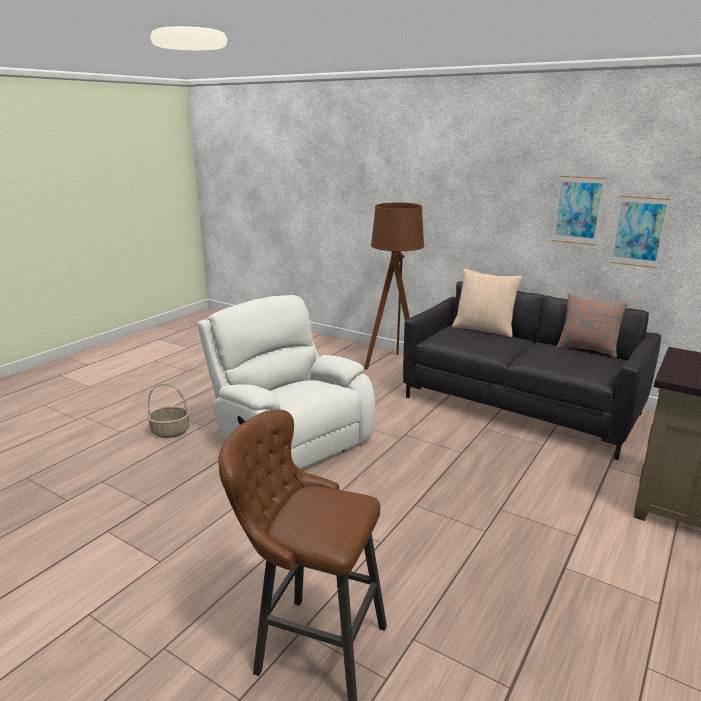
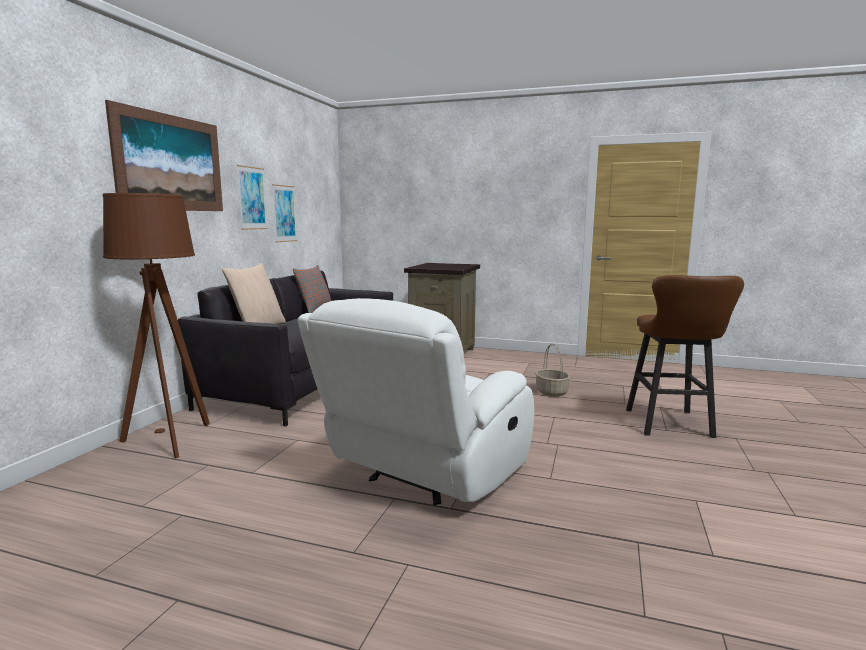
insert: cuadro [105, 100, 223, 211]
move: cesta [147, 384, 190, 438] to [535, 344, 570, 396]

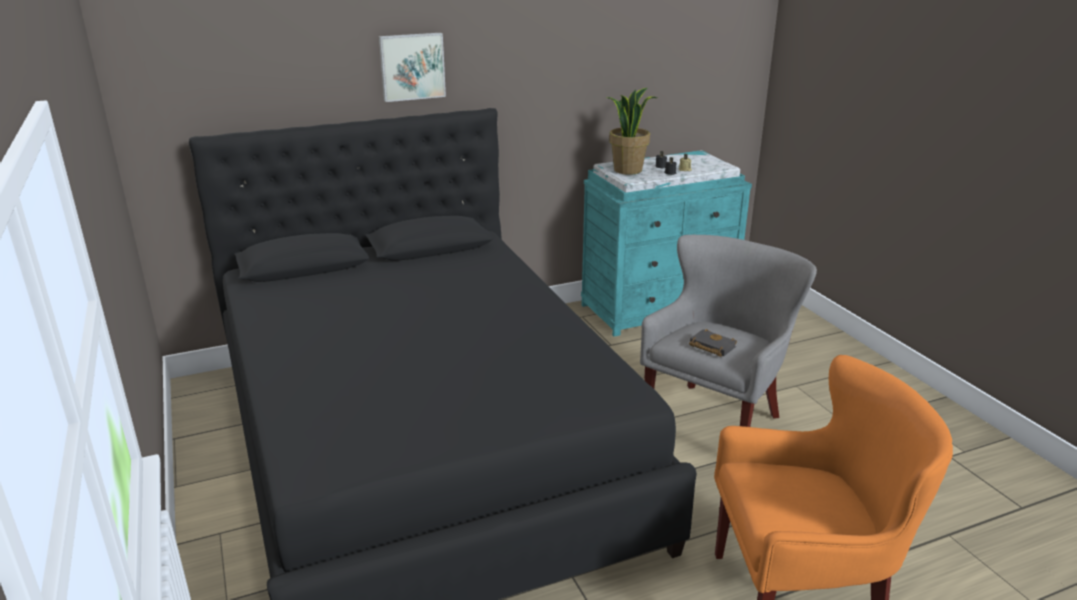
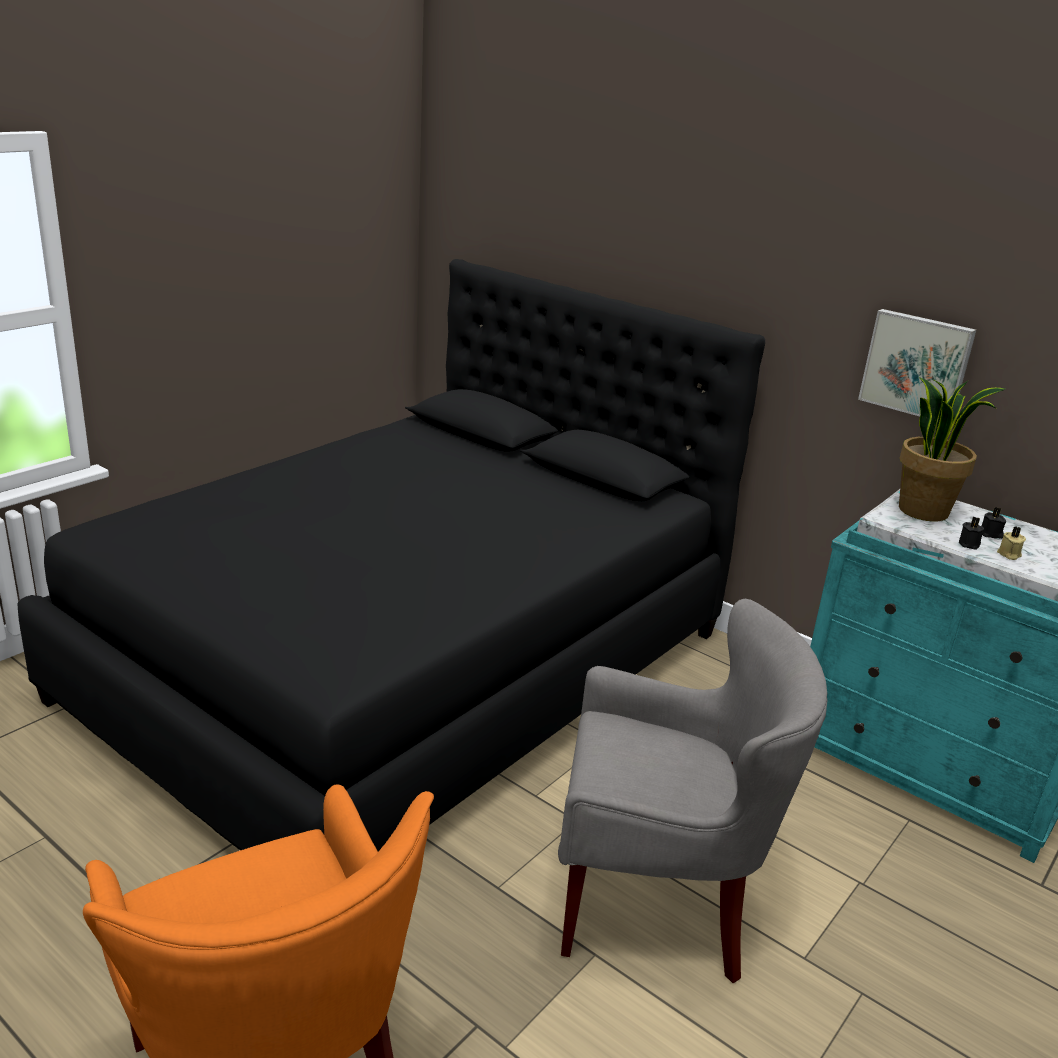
delete: libro [negro] [689, 329, 737, 357]
move: cuadro [379, 33, 446, 102] to [858, 309, 976, 421]

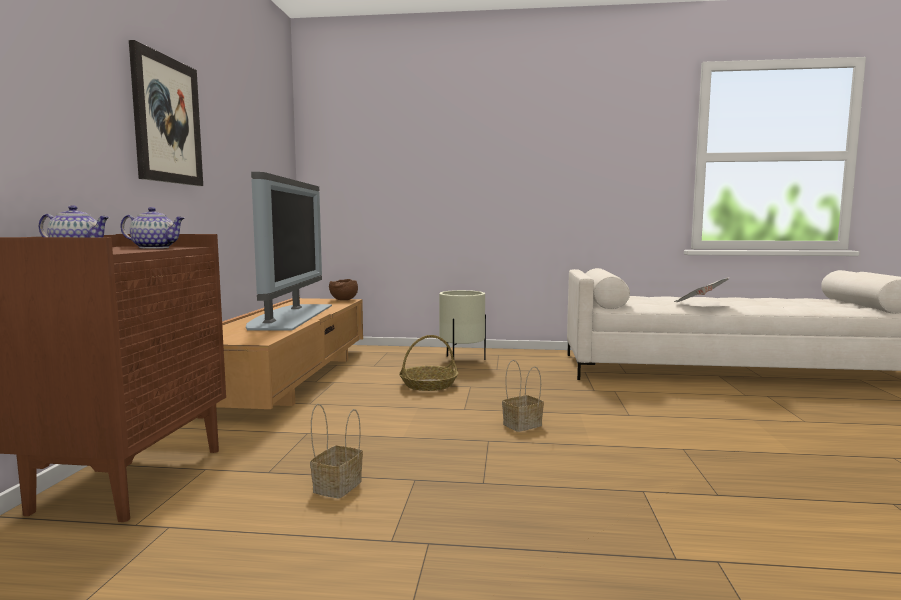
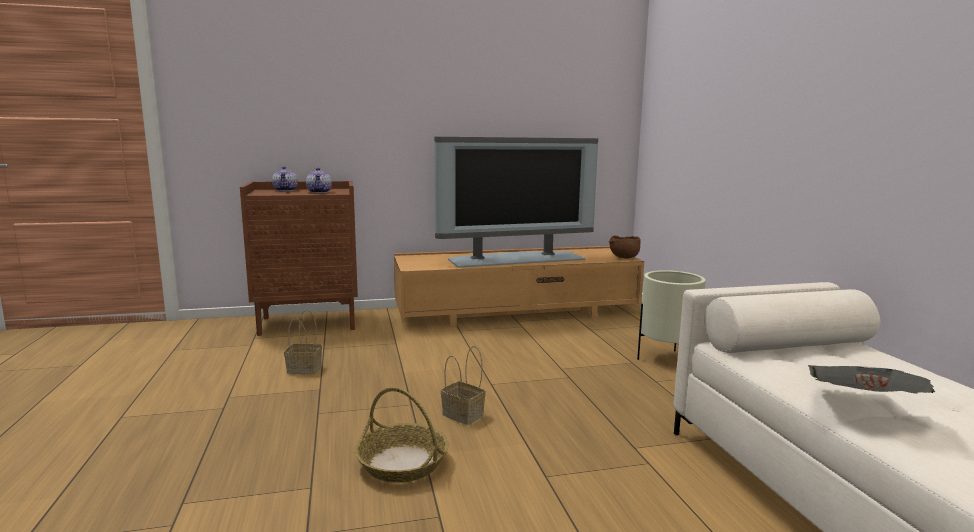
delete: cuadro [129, 40, 203, 186]
move: cesta [399, 335, 458, 391] to [354, 387, 449, 483]

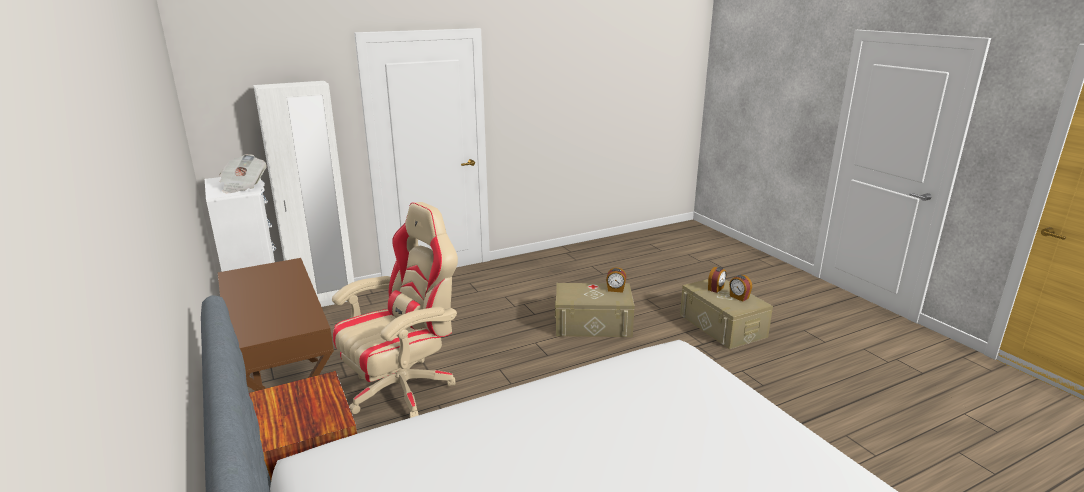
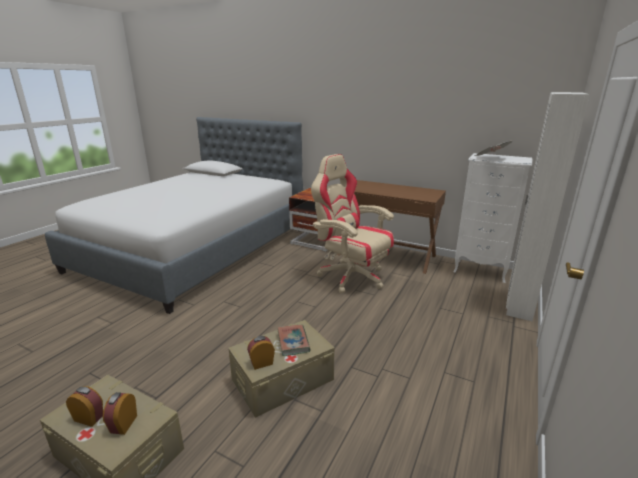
insert: libro [277, 325, 311, 356]
rotate: silla de oficina [beis] [332, 202, 458, 418] = [311, 154, 394, 293] 120 degrees clockwise

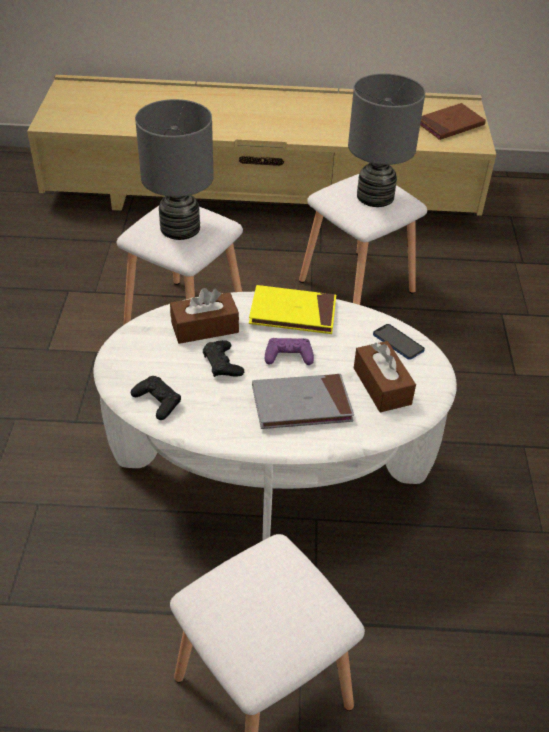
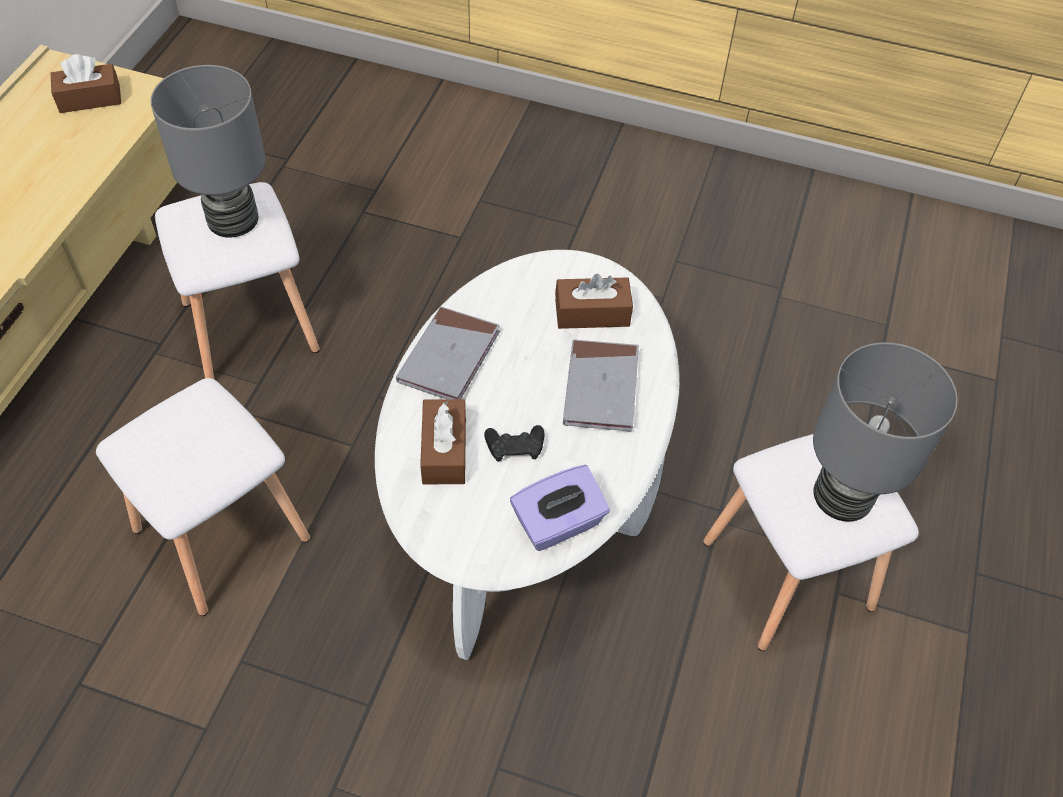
delete: móvil [373, 324, 425, 360]; mando de consola [morado] [265, 338, 314, 365]
move: lámpara de mesa [gris] [135, 99, 214, 240] to [813, 342, 958, 522]
replace: libro [marrón] [420, 103, 486, 140] to caja de pañuelos [marrón] [51, 54, 121, 113]; mando de consola [negro] [131, 376, 181, 420] to caja de pañuelos [morado] [510, 465, 610, 551]
recolor: libro [amarillo] [249, 285, 336, 334] to libro [gris] [396, 307, 500, 399]

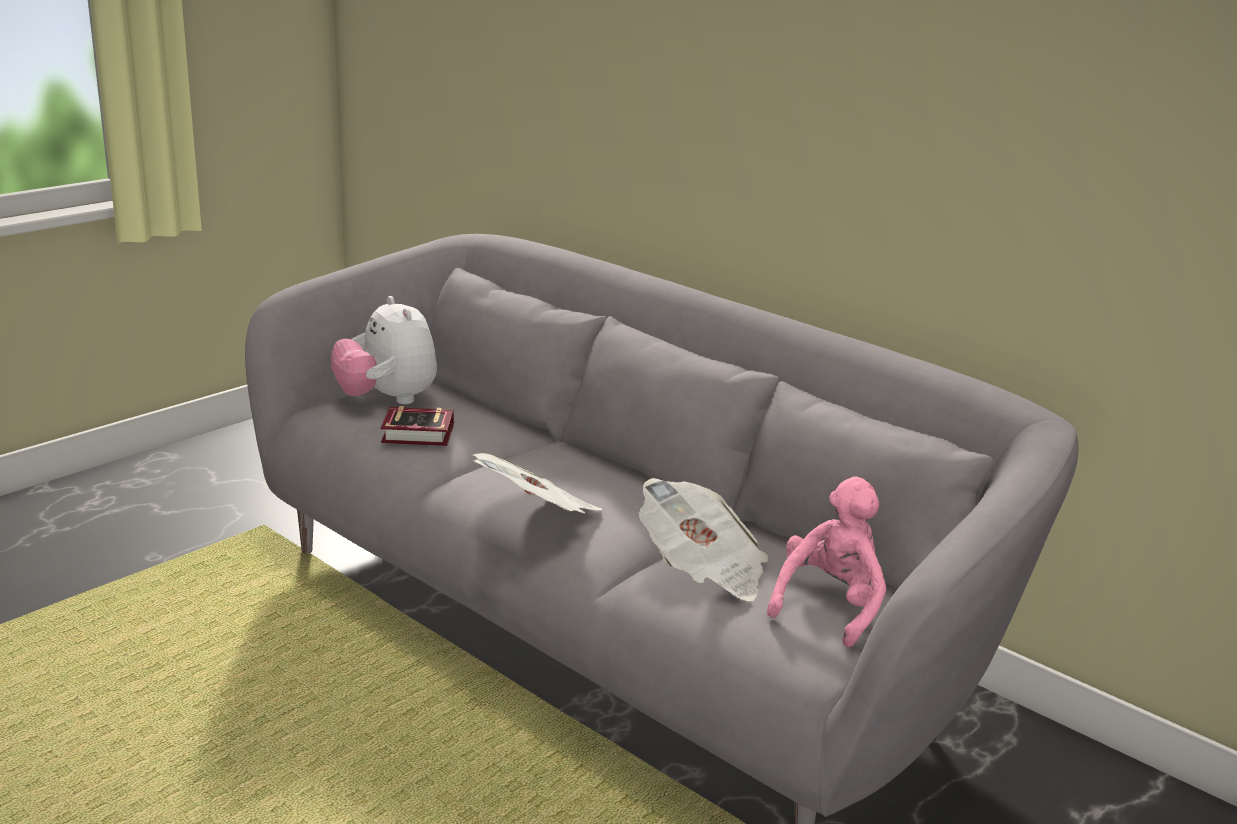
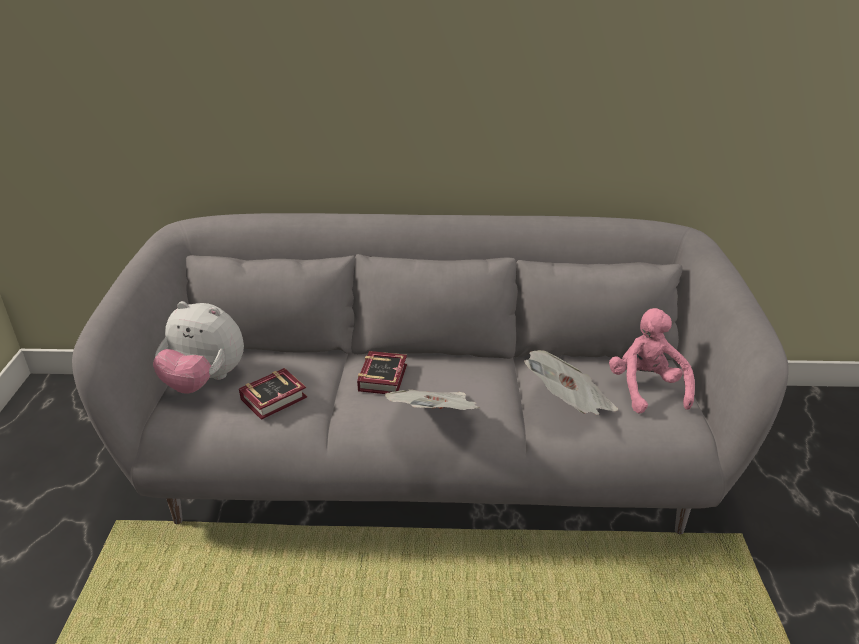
insert: libro [357, 351, 407, 394]

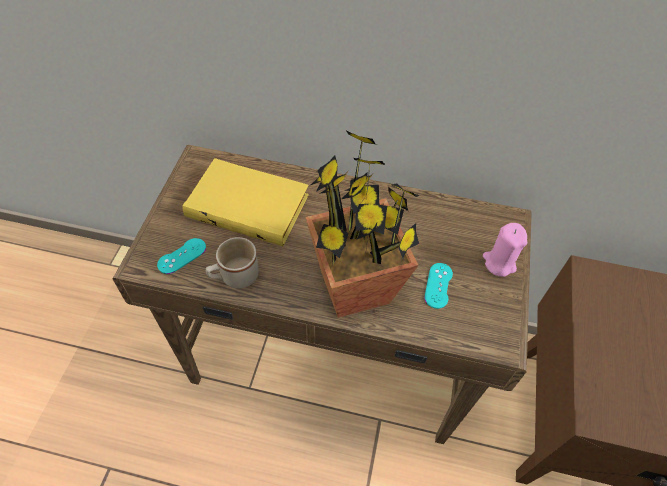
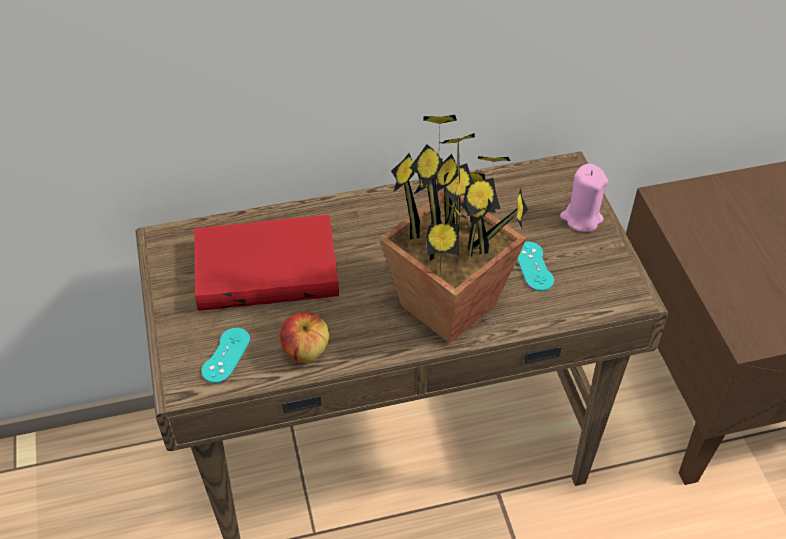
replace: taza grande [beis] [206, 237, 259, 288] to manzana [279, 312, 329, 363]
recolor: libro [amarillo] [182, 158, 309, 246] to libro [rojo] [194, 215, 339, 311]

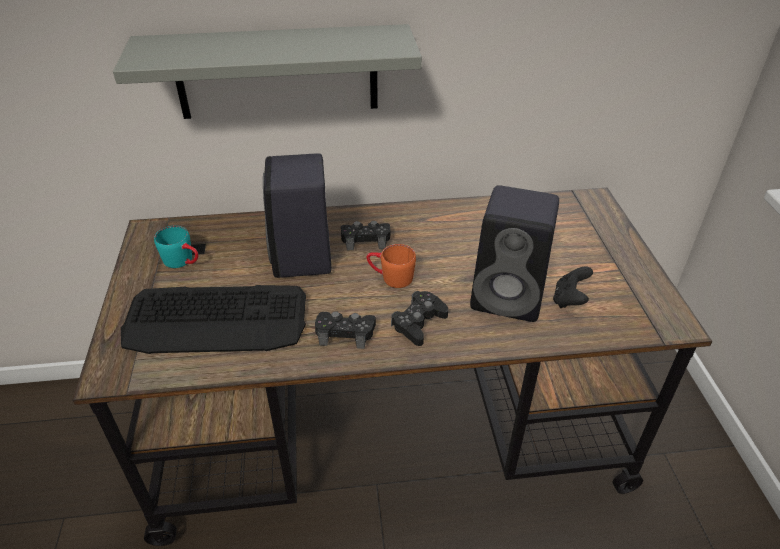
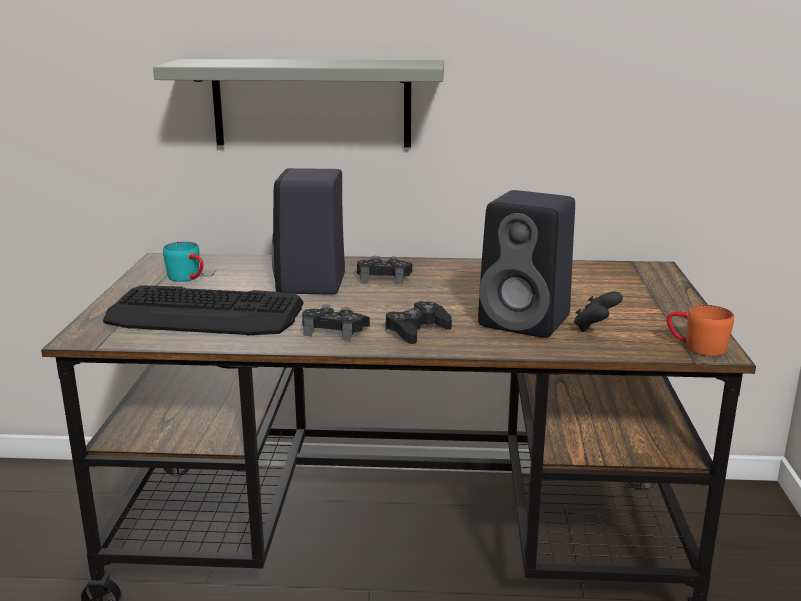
move: taza grande [naranja] [367, 244, 416, 288] to [667, 305, 734, 356]

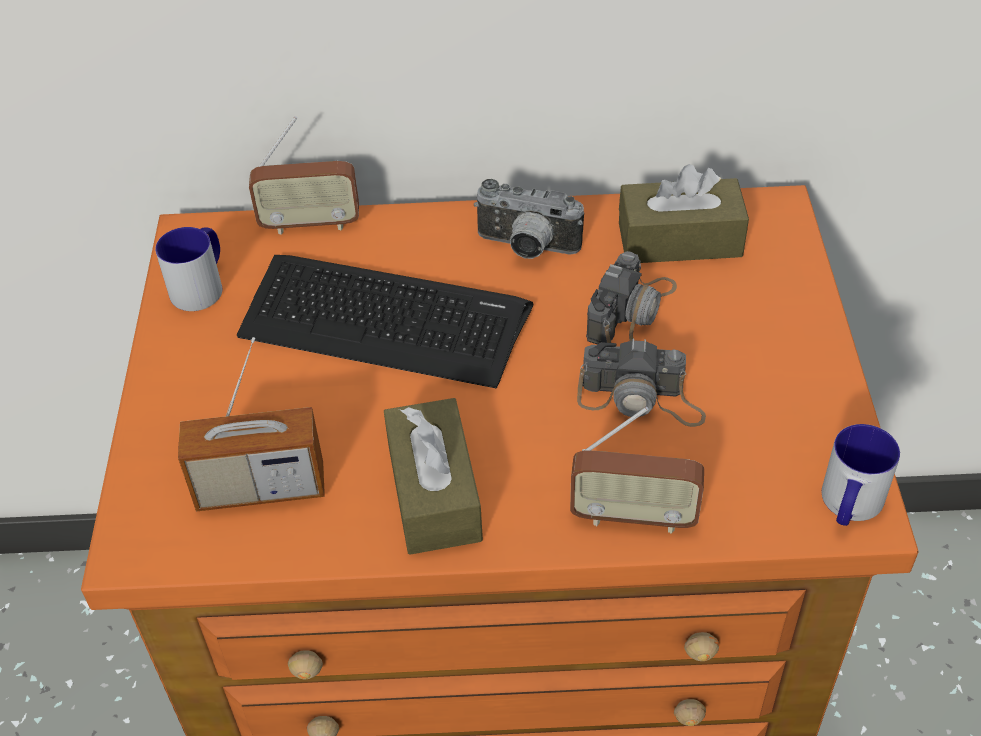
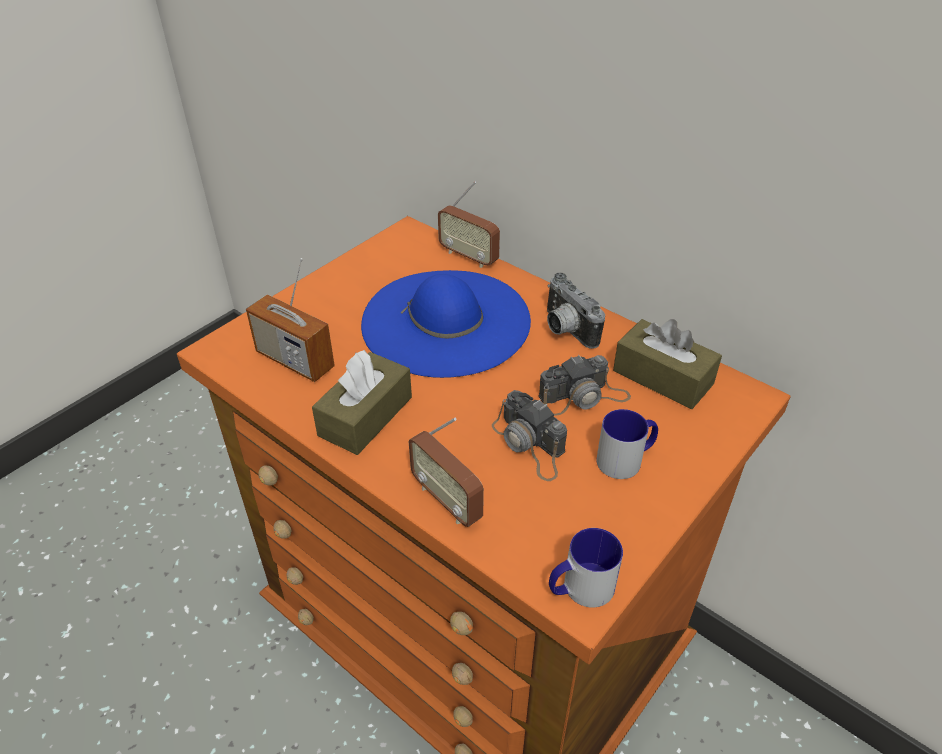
move: taza grande [155, 227, 222, 311] to [597, 409, 658, 479]
replace: teclado [237, 255, 533, 388] to sombrero [azul] [361, 270, 531, 378]

